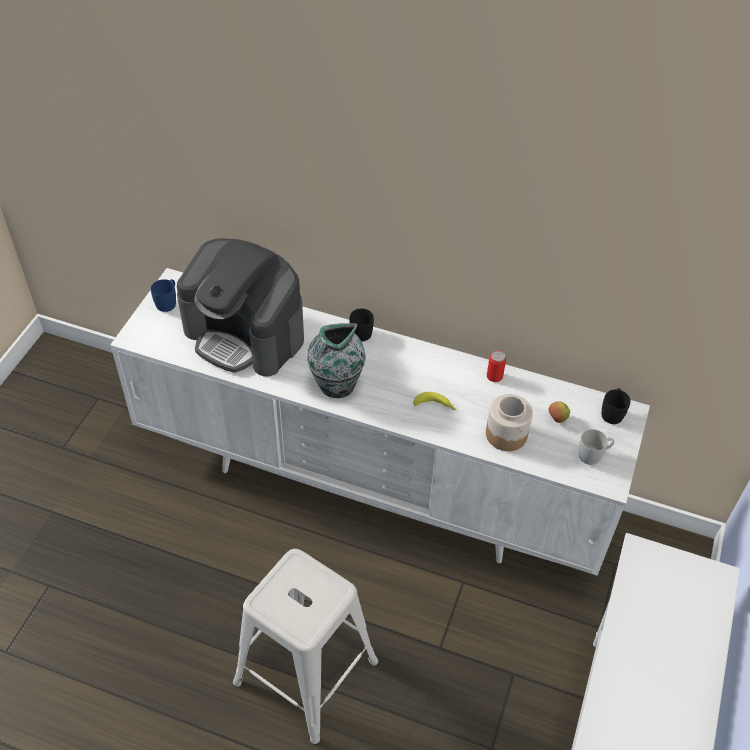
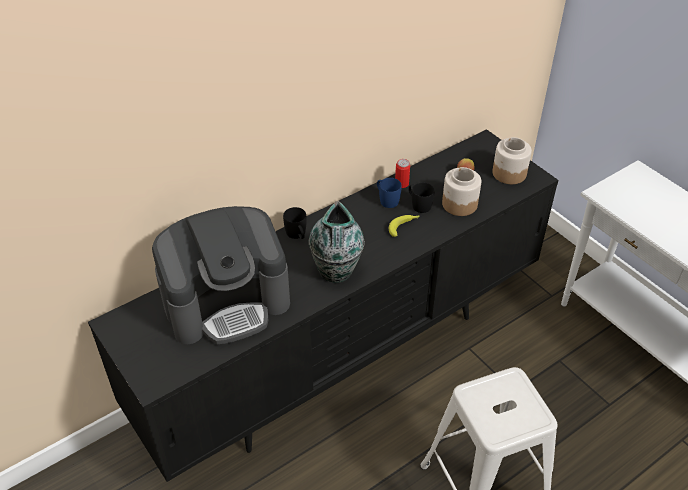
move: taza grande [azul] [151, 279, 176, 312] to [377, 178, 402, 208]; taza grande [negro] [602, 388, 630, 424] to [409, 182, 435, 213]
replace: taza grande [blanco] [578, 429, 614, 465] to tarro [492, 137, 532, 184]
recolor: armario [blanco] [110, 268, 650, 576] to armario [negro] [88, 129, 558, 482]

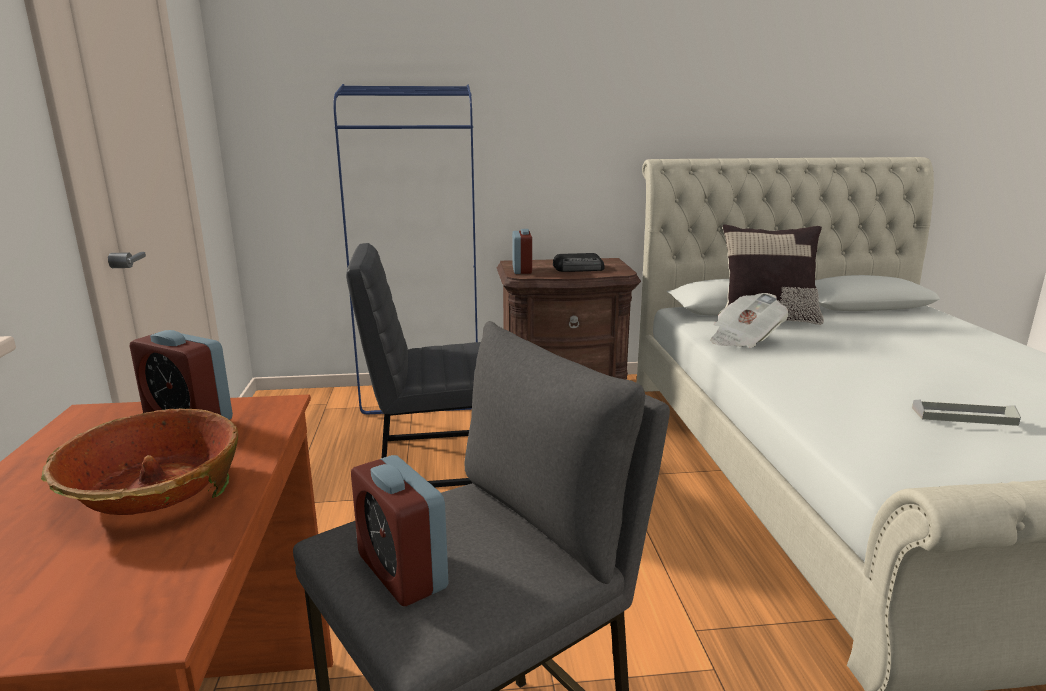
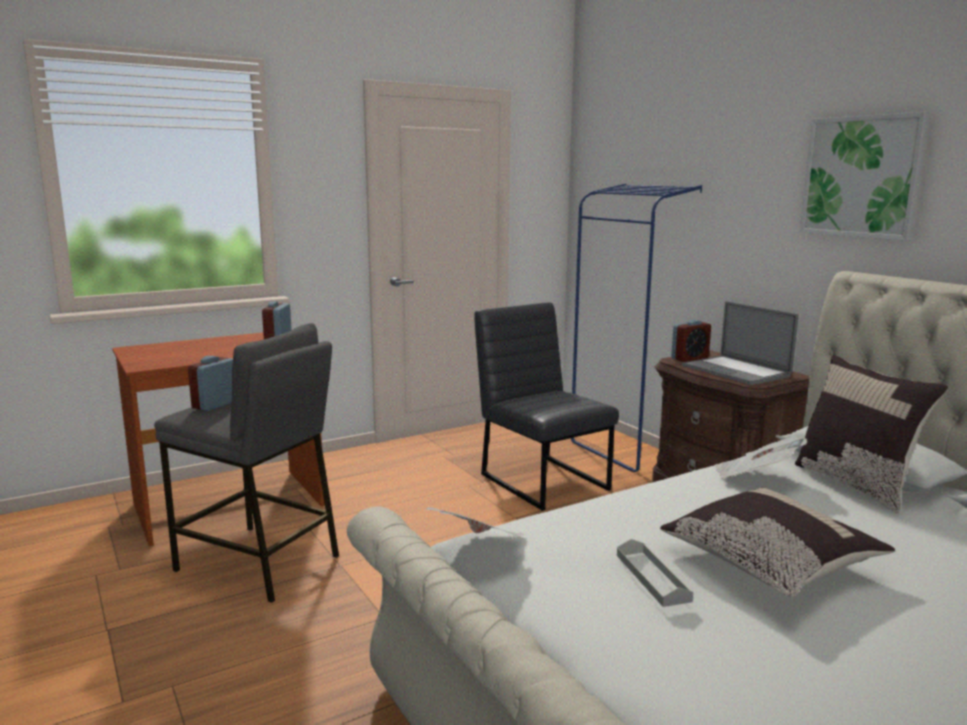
delete: cuenco [41, 408, 238, 515]
insert: cuadro [800, 112, 930, 241]; cojín [660, 488, 895, 597]; periódico [426, 507, 526, 539]
replace: radio [553, 253, 605, 272] to portátil [682, 301, 799, 385]

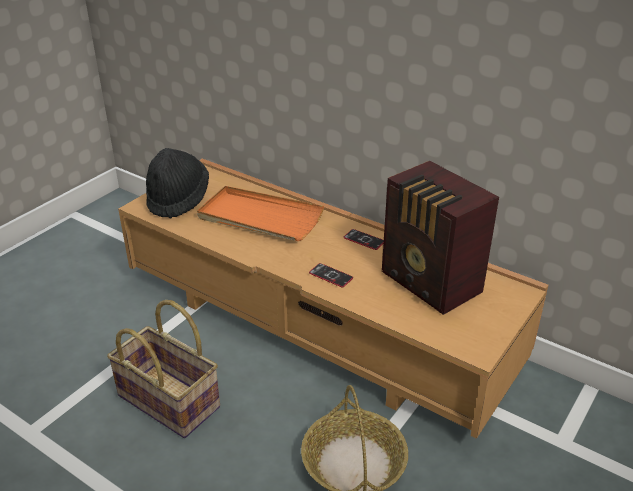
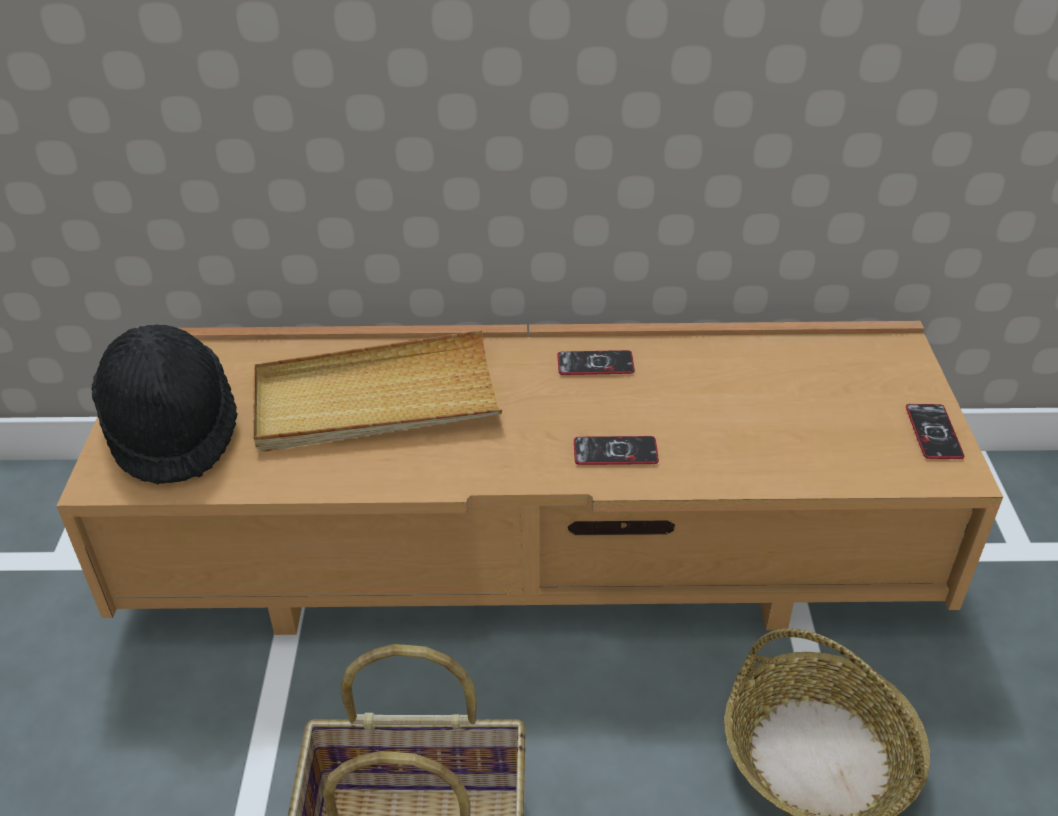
delete: radio [382, 161, 499, 315]
insert: móvil [906, 404, 964, 459]
recolor: bandeja [naranja] [197, 186, 324, 241] to bandeja [beis] [253, 330, 502, 452]

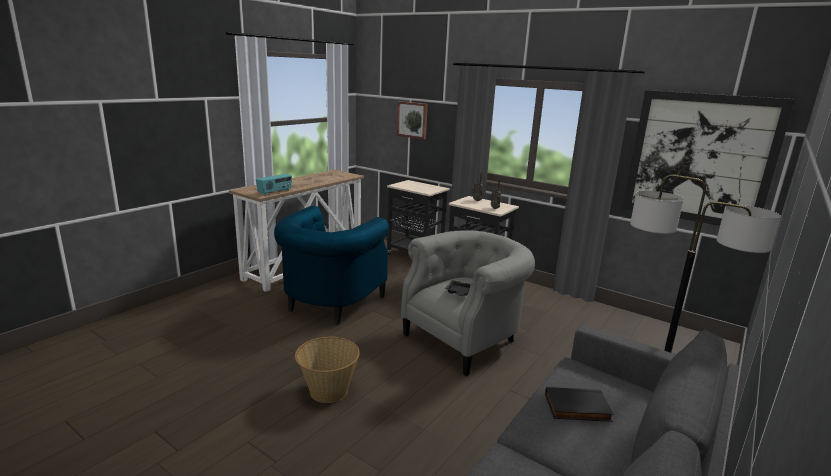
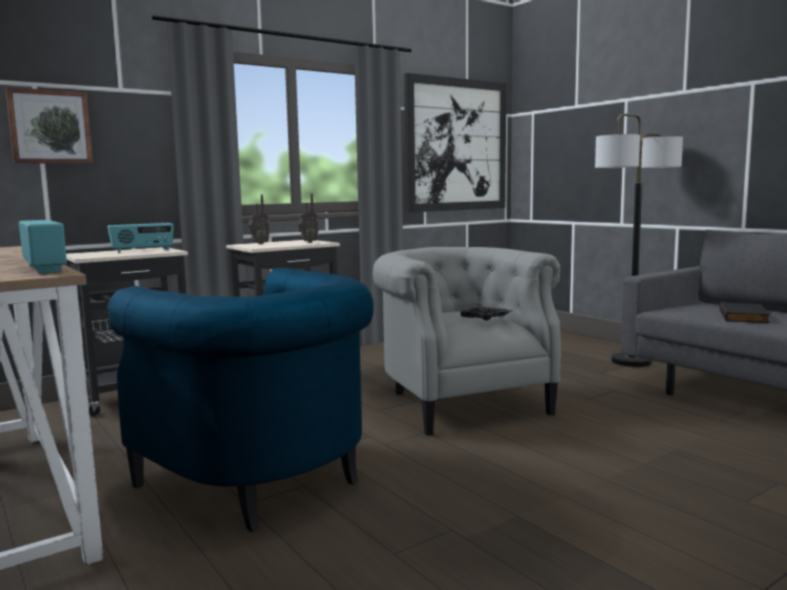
delete: cesta [295, 337, 360, 403]
insert: radio [107, 223, 174, 253]

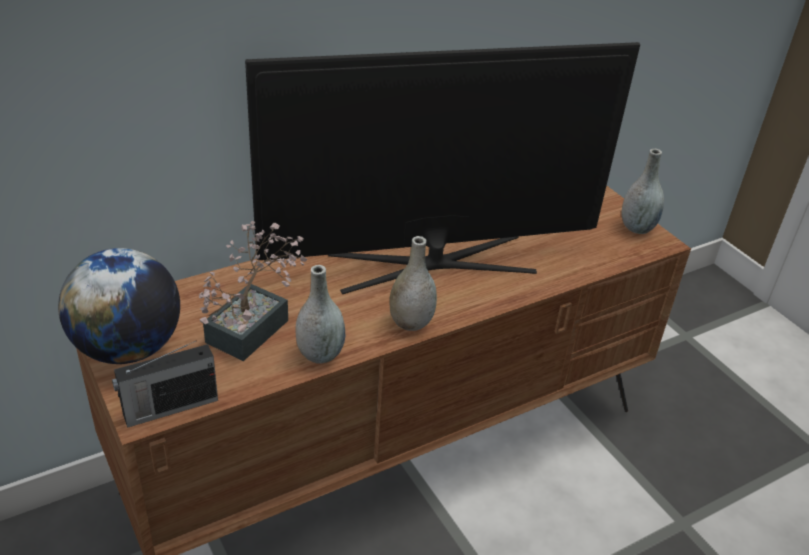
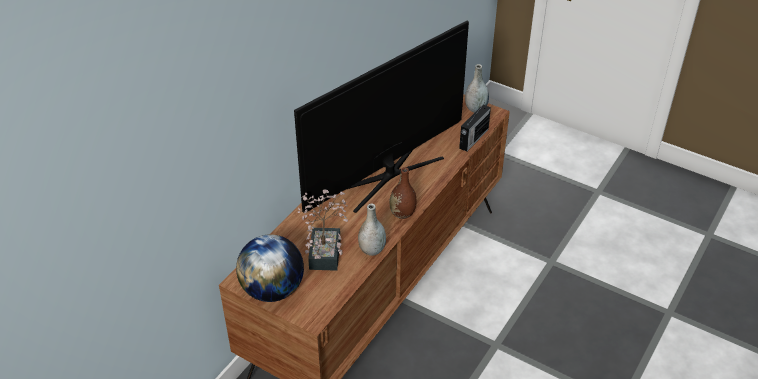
move: radio [112, 340, 218, 428] to [459, 104, 491, 152]
recolor: florero [gris] [389, 236, 437, 331] to florero [marrón] [389, 167, 417, 219]

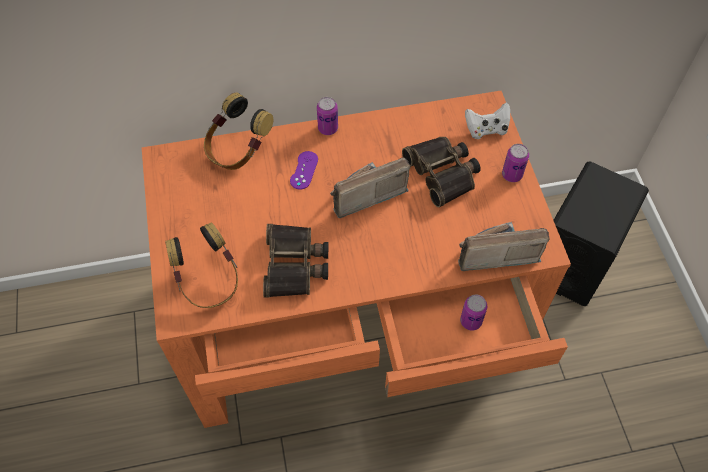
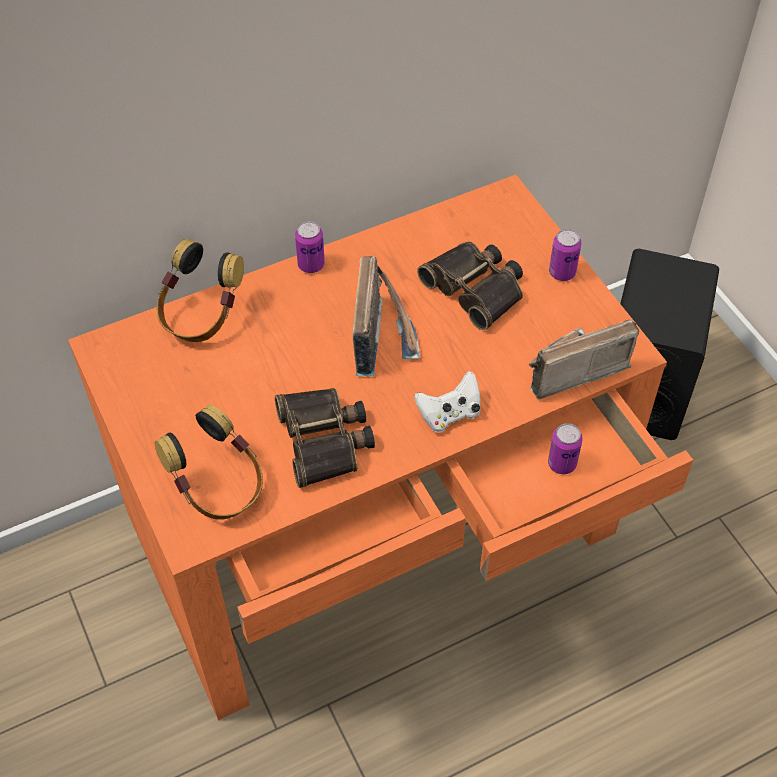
delete: mando de consola [morado] [290, 151, 318, 190]
move: mando de consola [blanco] [465, 103, 510, 139] to [414, 371, 480, 432]
rotate: radio [330, 157, 410, 218] = [353, 255, 420, 377] 135 degrees clockwise

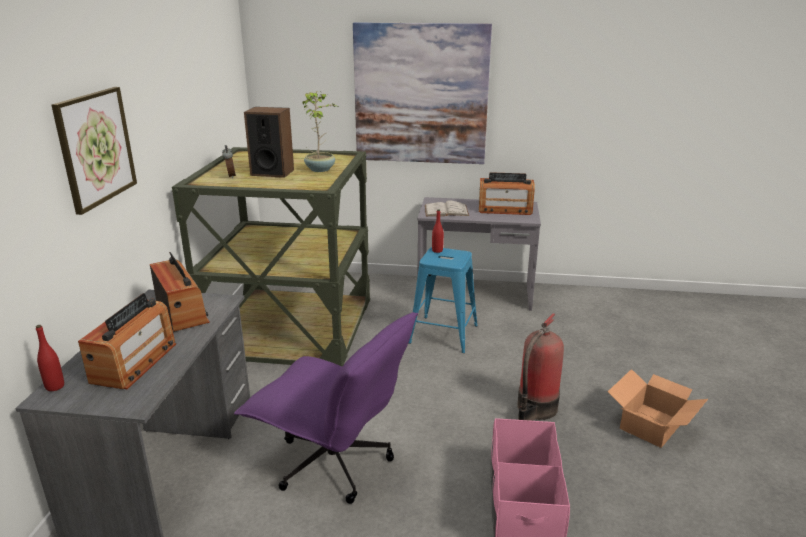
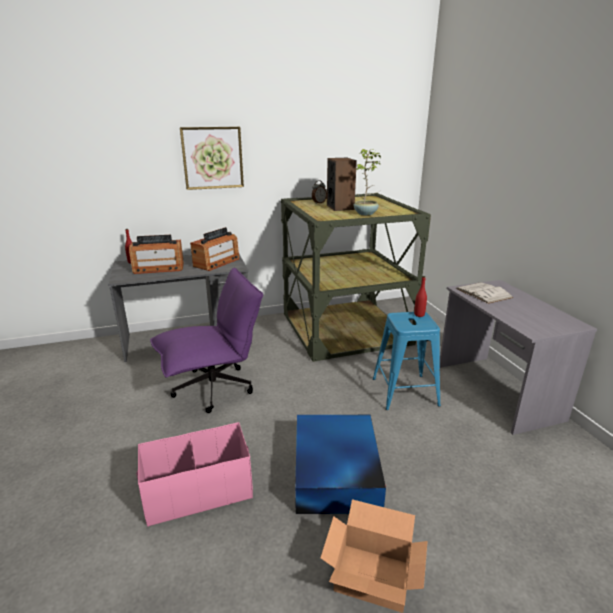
delete: cuadro [353, 22, 492, 164]; radio [479, 172, 535, 215]
replace: extintor [517, 313, 564, 421] to caja de almacenaje [azul] [295, 415, 386, 514]
rotate: silla de oficina [morado] [234, 312, 418, 504] = [150, 268, 263, 413] 120 degrees counterclockwise

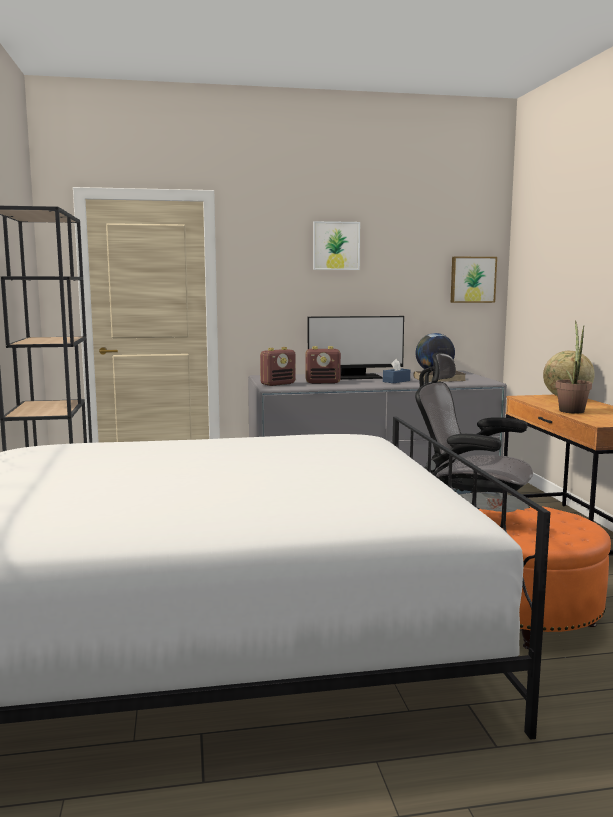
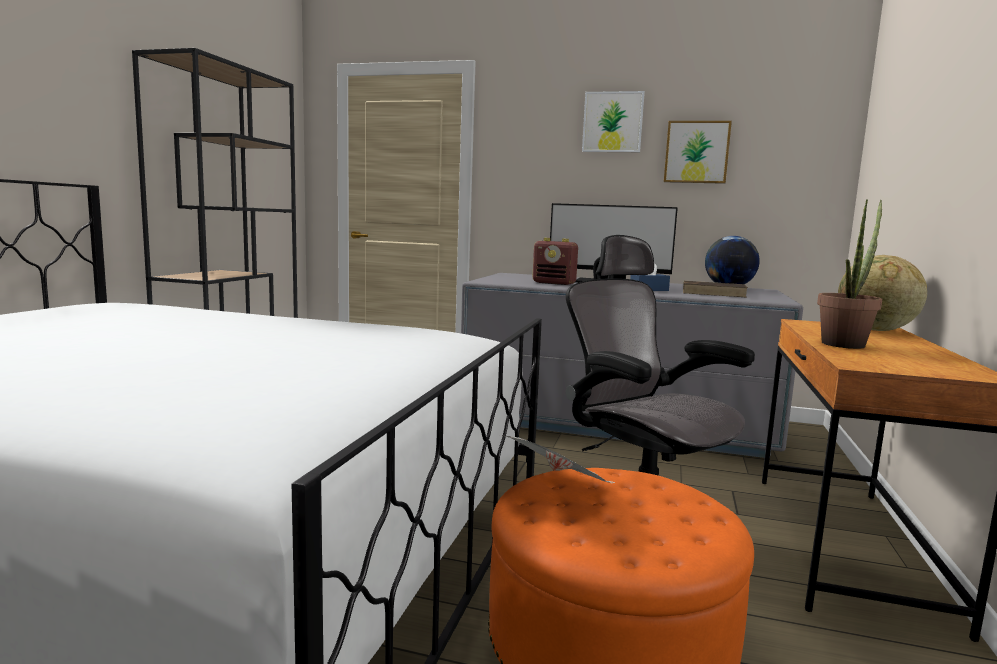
delete: radio [260, 347, 296, 386]
move: cuadro [451, 257, 497, 303] to [664, 121, 732, 184]

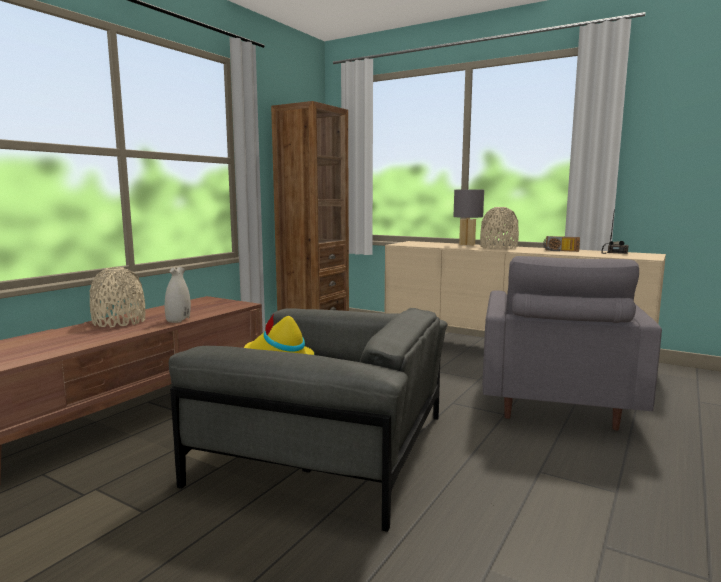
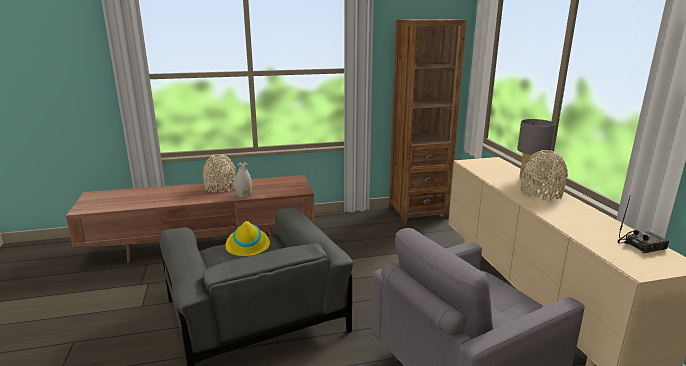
delete: radio [543, 236, 580, 252]

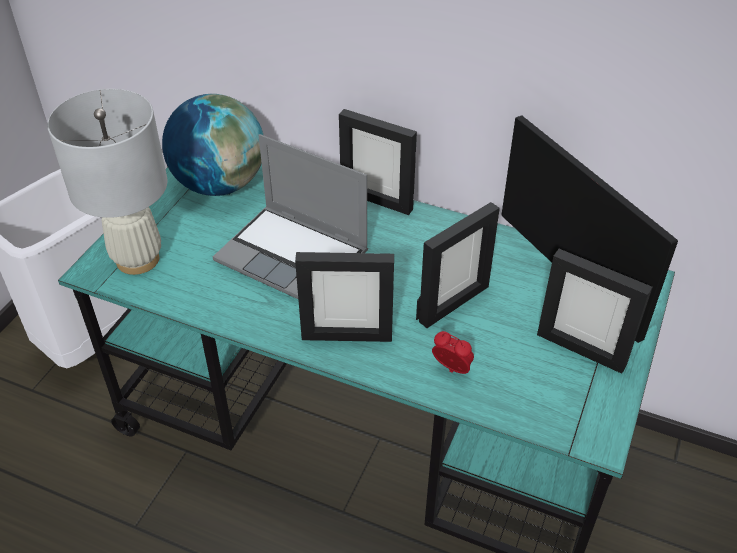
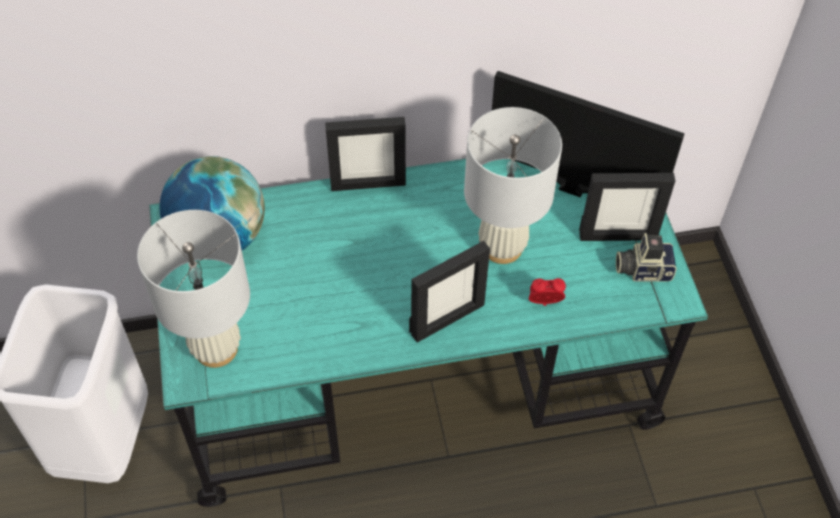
delete: portátil [213, 134, 368, 299]
insert: cámara [616, 233, 677, 282]
replace: portarretratos [416, 202, 500, 328] to lámpara de mesa [blanco] [464, 107, 562, 264]

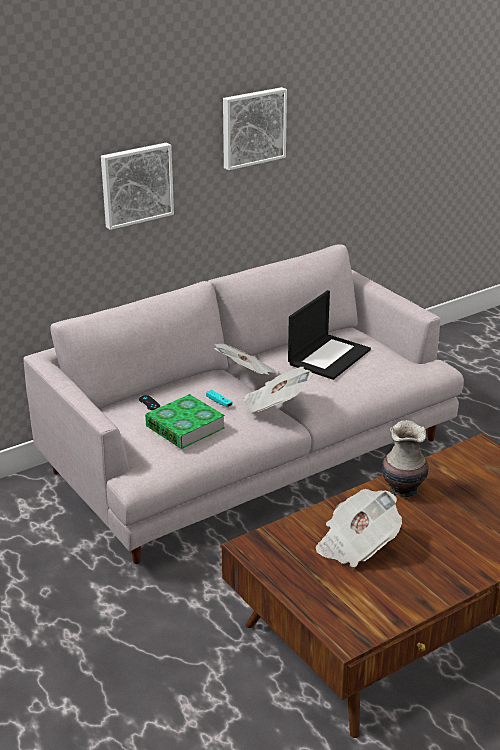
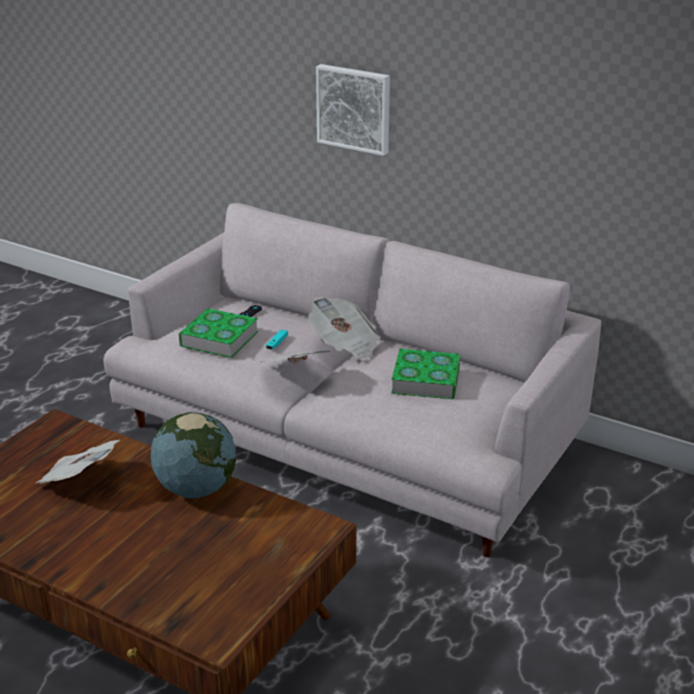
delete: cuadro [223, 87, 287, 170]
replace: portátil [288, 290, 371, 380] to libro [391, 349, 460, 399]; florero [382, 420, 429, 498] to globo terráqueo [151, 412, 236, 498]

